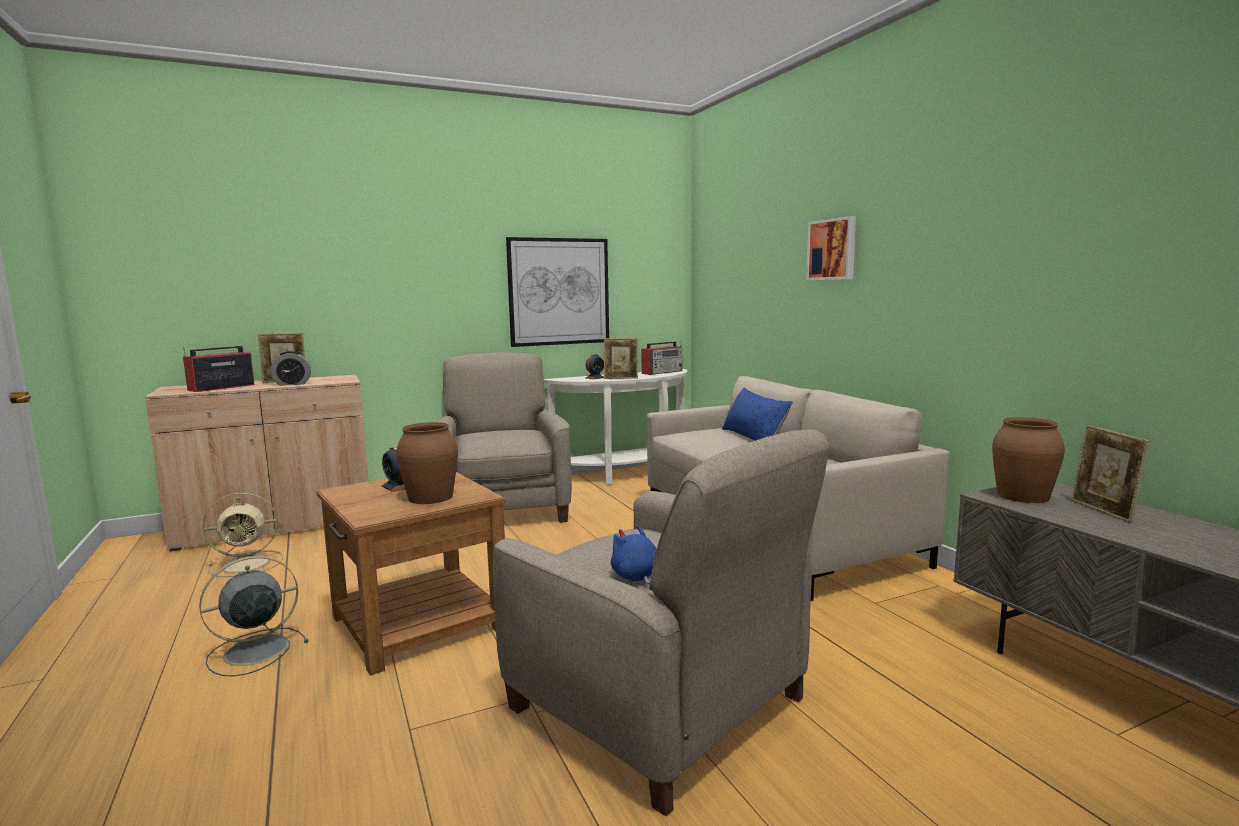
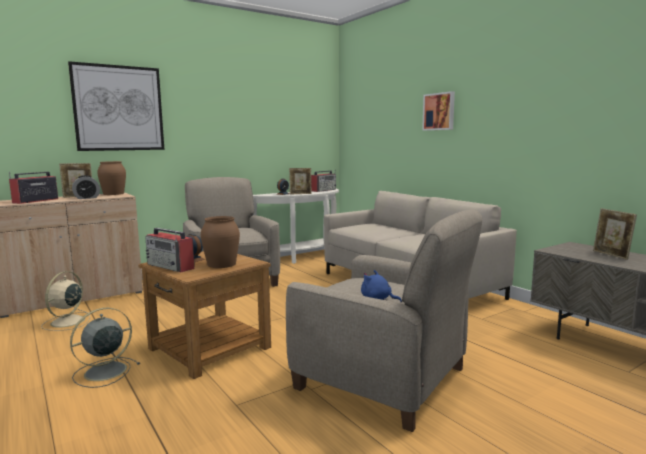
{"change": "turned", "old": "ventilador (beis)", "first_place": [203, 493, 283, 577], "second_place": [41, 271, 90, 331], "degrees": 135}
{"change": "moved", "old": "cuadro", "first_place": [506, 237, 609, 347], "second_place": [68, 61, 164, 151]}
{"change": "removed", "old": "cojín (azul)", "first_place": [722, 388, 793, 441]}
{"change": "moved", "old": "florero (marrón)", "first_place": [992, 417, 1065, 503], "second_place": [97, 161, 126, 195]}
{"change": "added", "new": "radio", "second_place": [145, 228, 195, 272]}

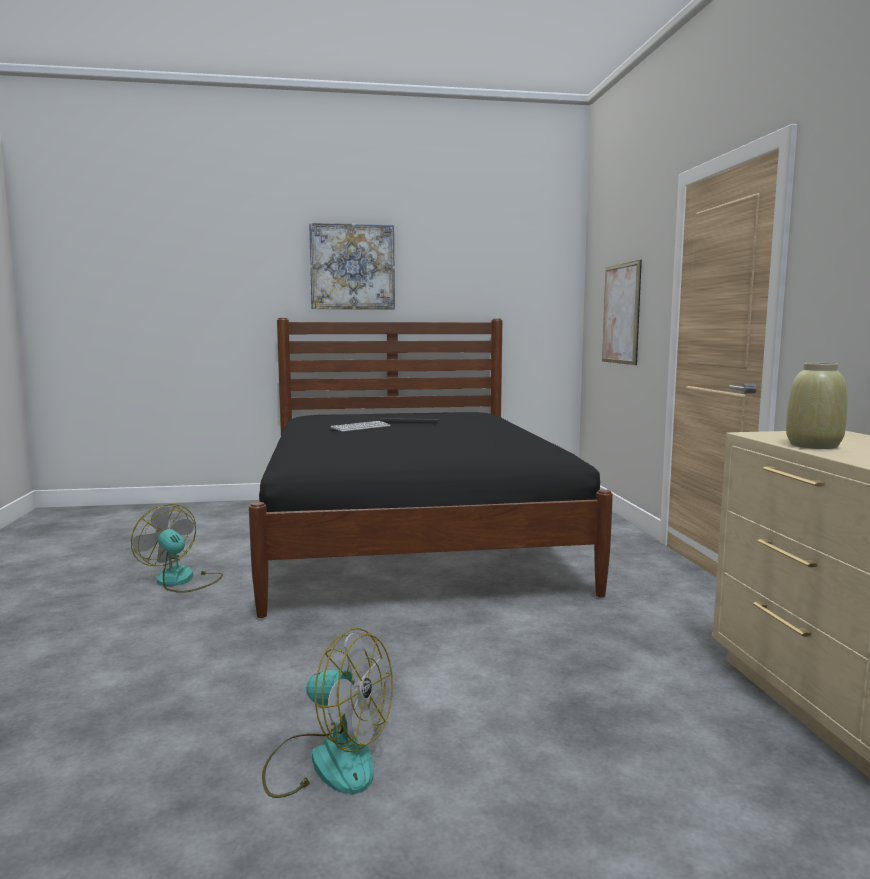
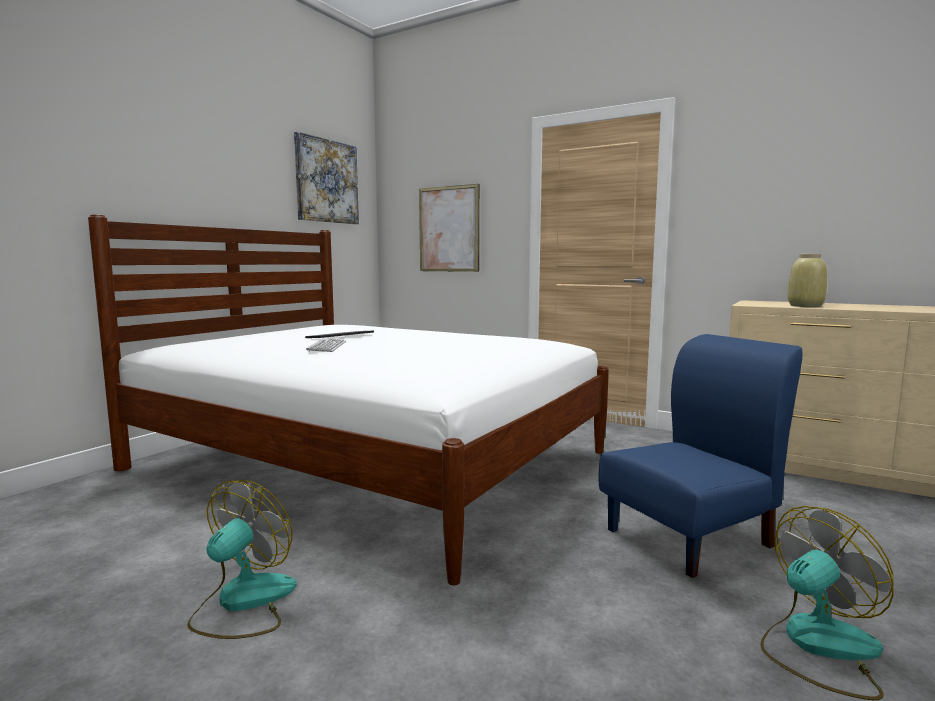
{"change": "turned", "old": "ventilador", "first_place": [131, 504, 223, 593], "second_place": [187, 480, 297, 639], "degrees": 120}
{"change": "recoloured", "old": "cama (negro)", "new": "cama (blanco)", "first_place": [249, 318, 613, 618], "second_place": [88, 214, 609, 585]}
{"change": "moved", "old": "cuadro", "first_place": [309, 223, 395, 310], "second_place": [294, 132, 359, 224]}
{"change": "added", "new": "silla (azul)", "second_place": [598, 334, 803, 578]}

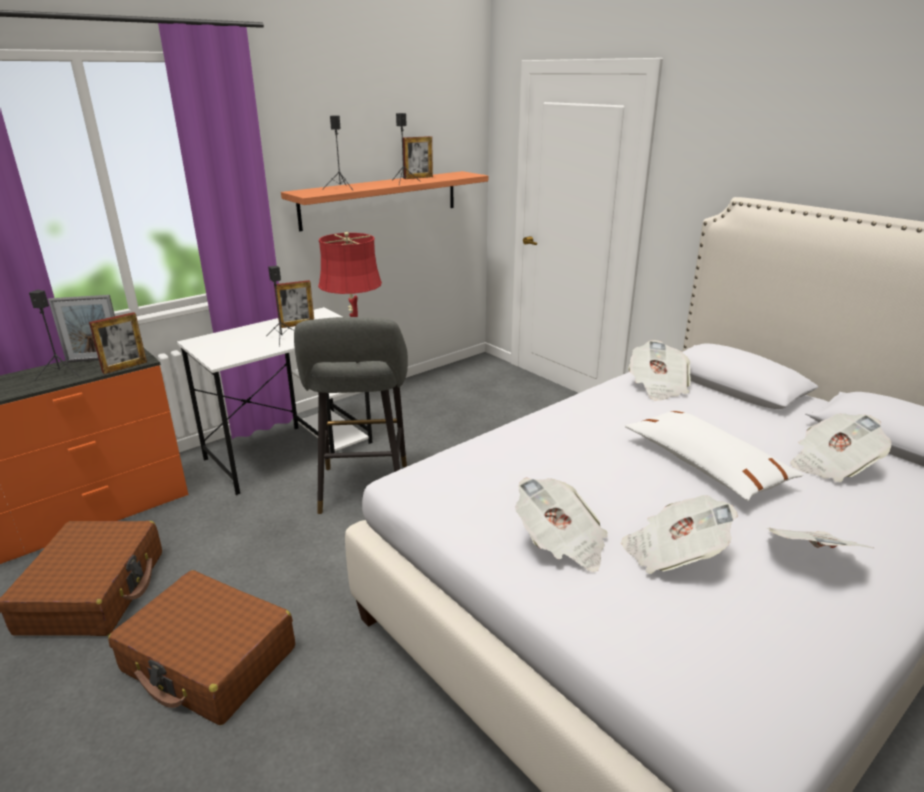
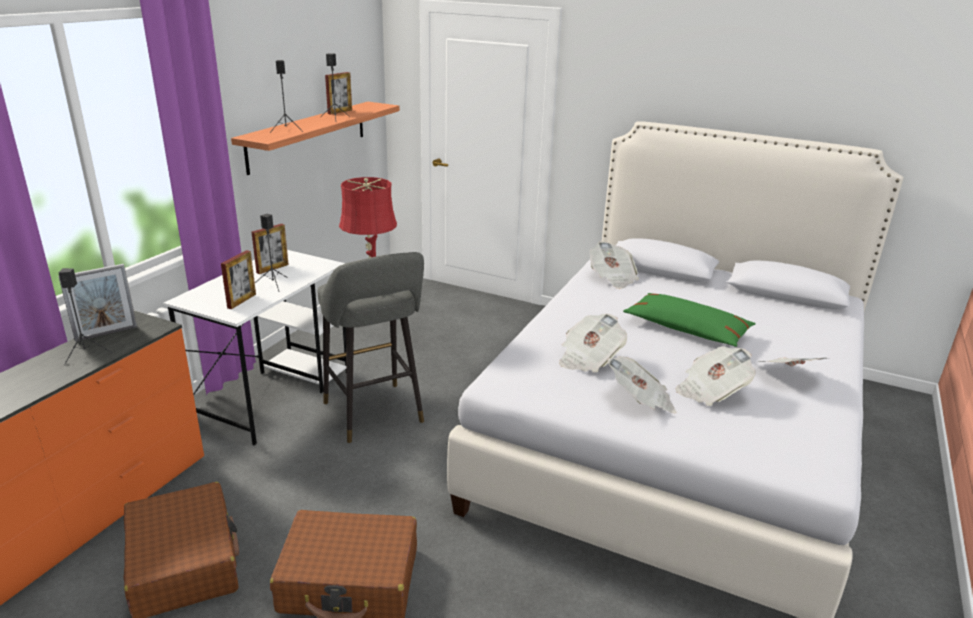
{"change": "moved", "old": "portarretratos", "first_place": [89, 312, 147, 374], "second_place": [221, 250, 256, 309]}
{"change": "recoloured", "old": "cojín (blanco)", "new": "cojín (verde)", "first_place": [625, 410, 804, 501], "second_place": [623, 293, 756, 347]}
{"change": "moved", "old": "periódico", "first_place": [791, 413, 891, 482], "second_place": [559, 314, 627, 373]}

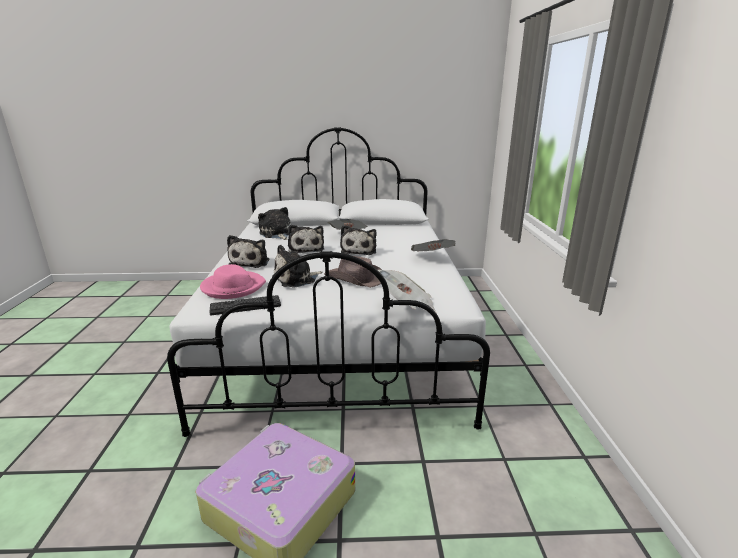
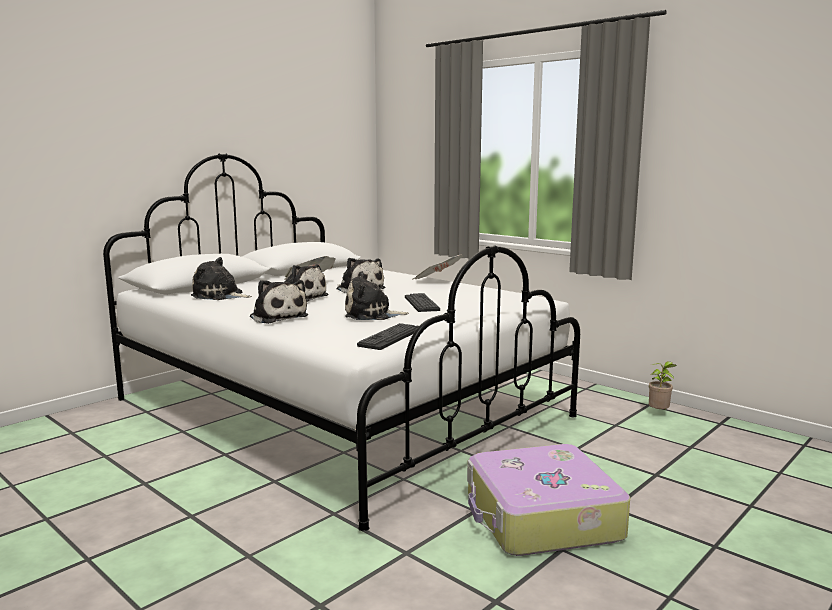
{"change": "removed", "old": "sombrero (rosa)", "first_place": [200, 264, 266, 299]}
{"change": "turned", "old": "peluche", "first_place": [272, 245, 322, 288], "second_place": [345, 271, 409, 320], "degrees": 75}
{"change": "replaced", "old": "sombrero (marrón)", "new": "teclado", "first_place": [324, 256, 382, 288], "second_place": [405, 293, 440, 312]}
{"change": "removed", "old": "periódico", "first_place": [378, 270, 436, 312]}
{"change": "added", "new": "planta en maceta", "second_place": [649, 361, 676, 410]}

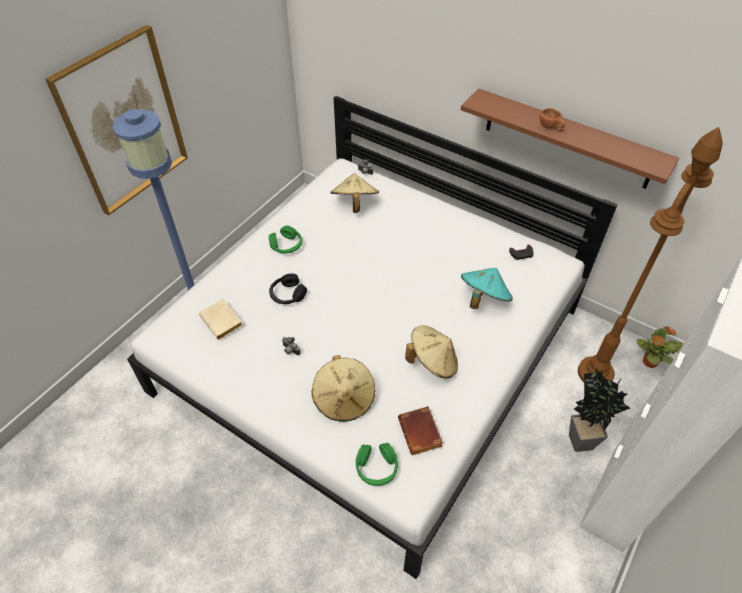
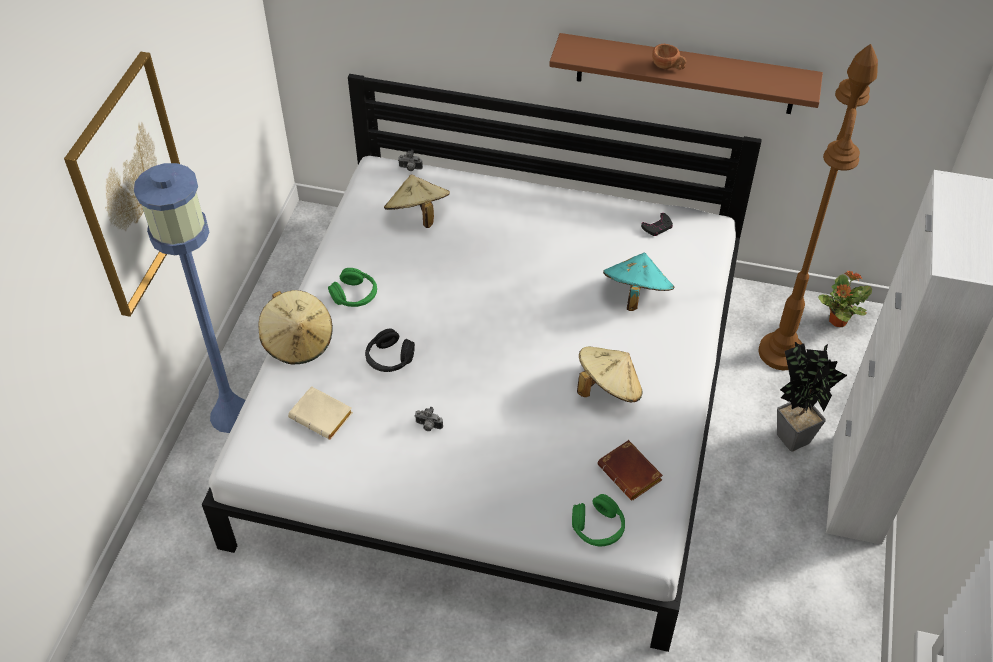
{"change": "moved", "old": "sombrero (beis)", "first_place": [312, 355, 375, 422], "second_place": [259, 290, 333, 364]}

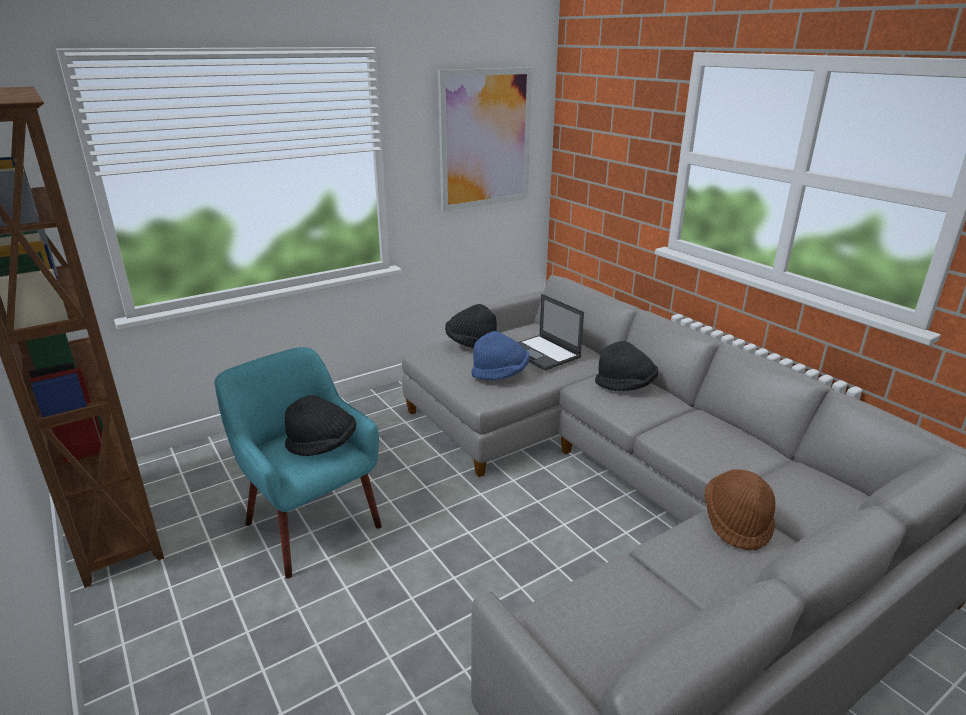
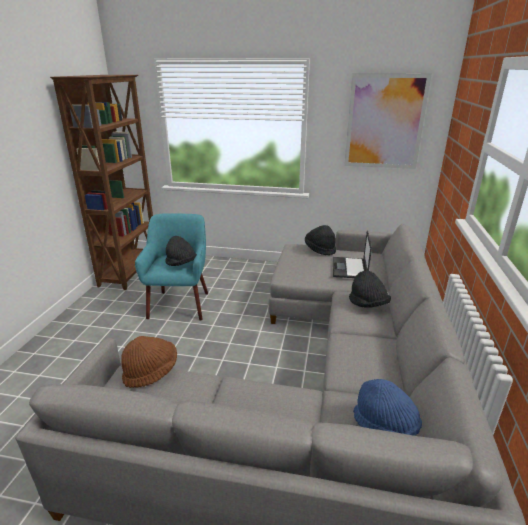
{"change": "moved", "old": "sombrero (azul)", "first_place": [471, 331, 530, 380], "second_place": [353, 379, 422, 436]}
{"change": "moved", "old": "sombrero (marrón)", "first_place": [704, 470, 776, 551], "second_place": [121, 336, 177, 388]}

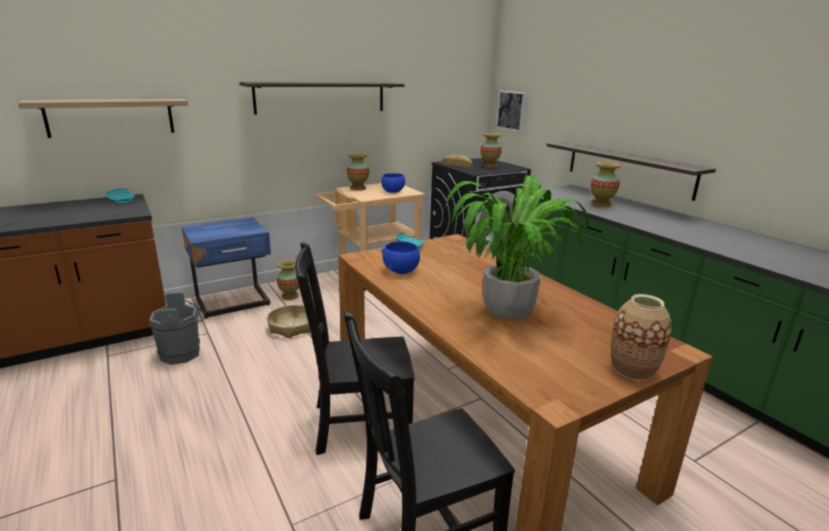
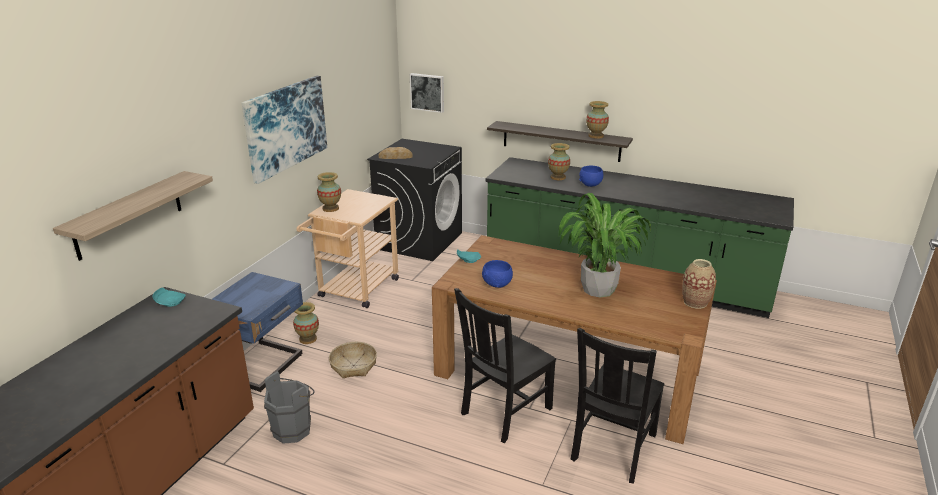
{"change": "replaced", "old": "estante", "new": "cuadro", "first_place": [239, 82, 404, 114], "second_place": [242, 76, 327, 184]}
{"change": "moved", "old": "cuenco (azul)", "first_place": [381, 173, 405, 193], "second_place": [579, 166, 603, 187]}
{"change": "moved", "old": "florero", "first_place": [480, 133, 502, 168], "second_place": [586, 101, 609, 139]}

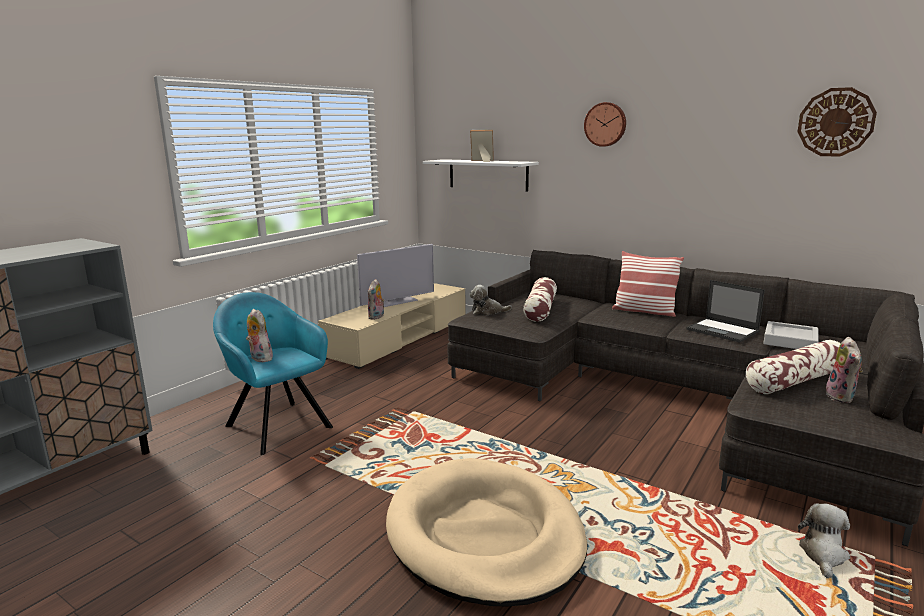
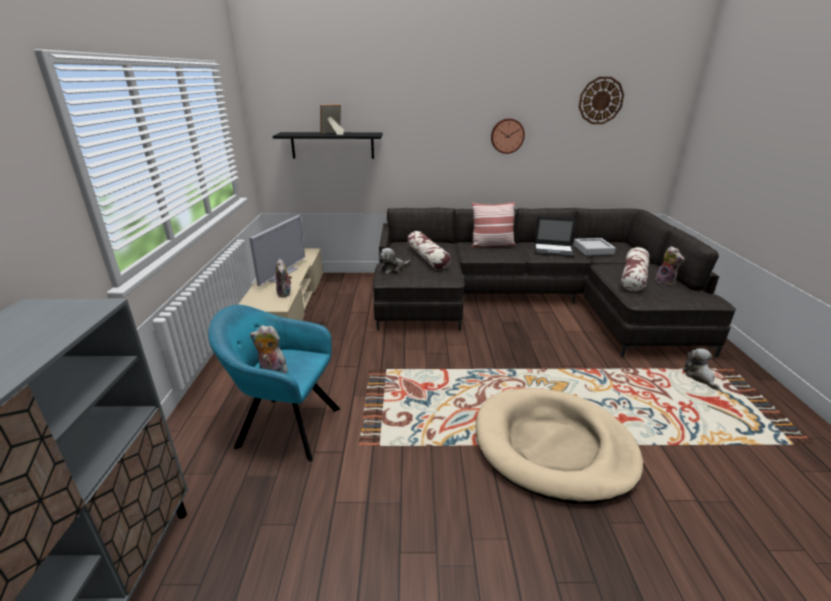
{"change": "recoloured", "old": "estante (blanco)", "new": "estante (negro)", "first_place": [423, 159, 539, 192], "second_place": [273, 132, 383, 159]}
{"change": "moved", "old": "reloj de pared", "first_place": [584, 102, 626, 147], "second_place": [491, 118, 525, 154]}

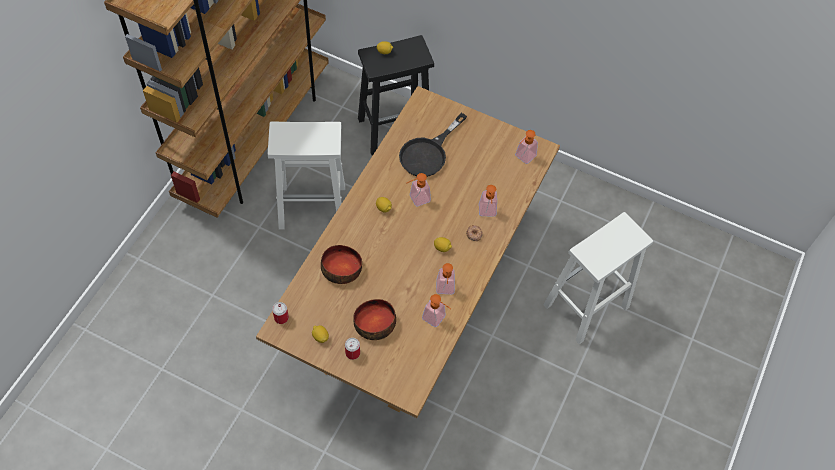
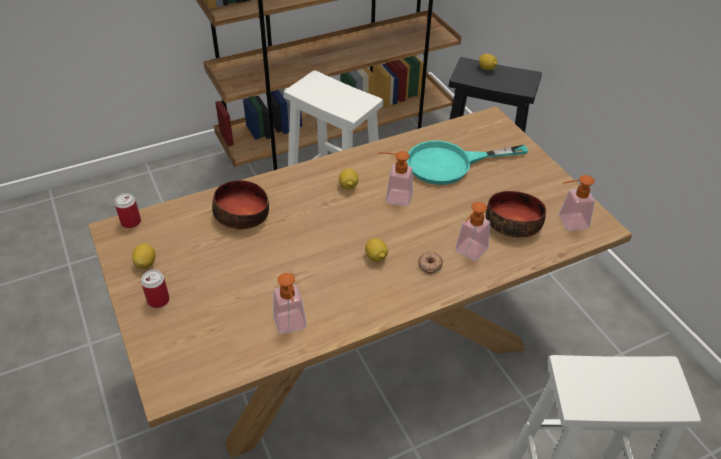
{"change": "moved", "old": "cuenco", "first_place": [353, 299, 396, 340], "second_place": [486, 191, 546, 238]}
{"change": "recoloured", "old": "sartén (negro)", "new": "sartén (turquesa)", "first_place": [399, 113, 467, 177], "second_place": [407, 141, 528, 185]}
{"change": "removed", "old": "dispensador de jabón", "first_place": [436, 263, 455, 294]}

